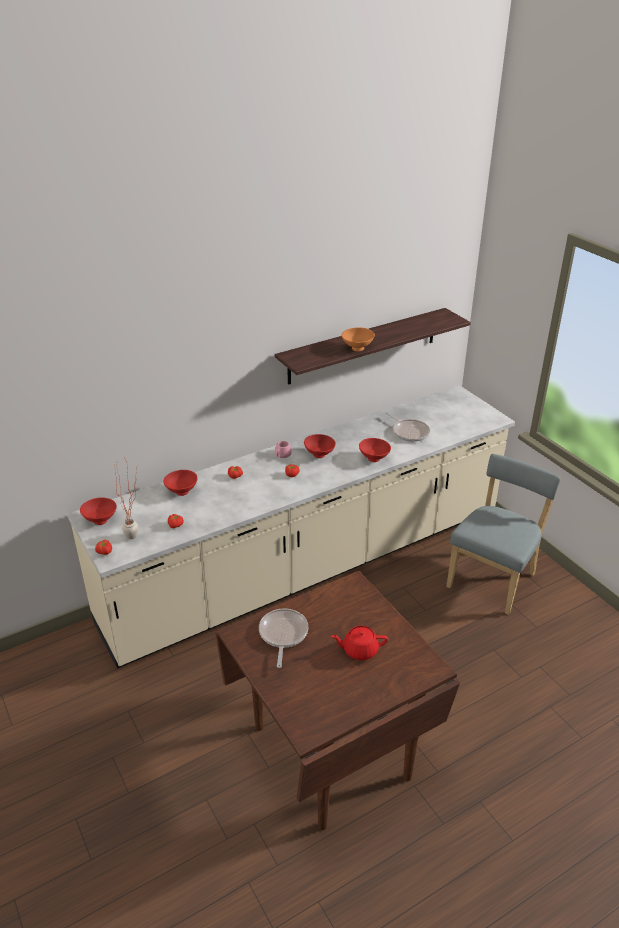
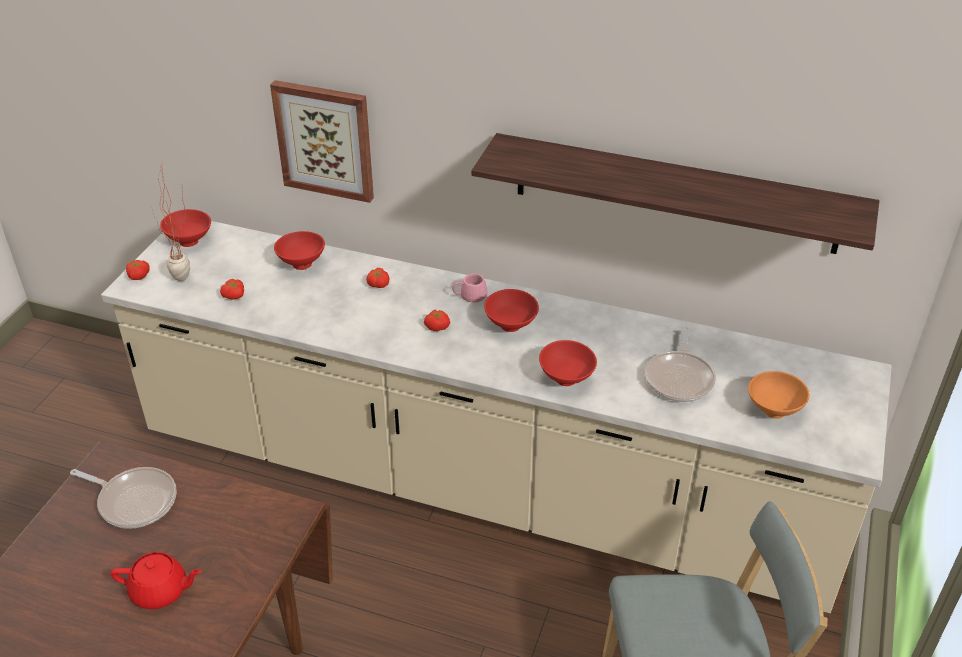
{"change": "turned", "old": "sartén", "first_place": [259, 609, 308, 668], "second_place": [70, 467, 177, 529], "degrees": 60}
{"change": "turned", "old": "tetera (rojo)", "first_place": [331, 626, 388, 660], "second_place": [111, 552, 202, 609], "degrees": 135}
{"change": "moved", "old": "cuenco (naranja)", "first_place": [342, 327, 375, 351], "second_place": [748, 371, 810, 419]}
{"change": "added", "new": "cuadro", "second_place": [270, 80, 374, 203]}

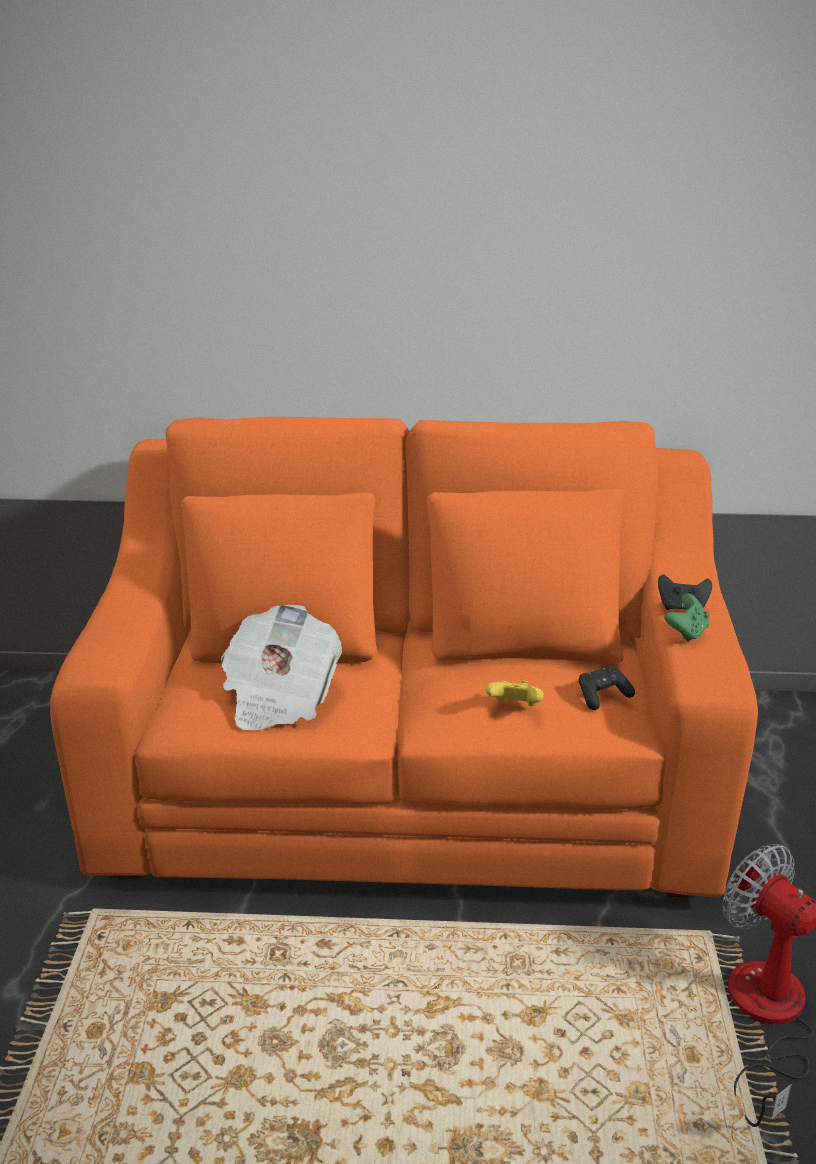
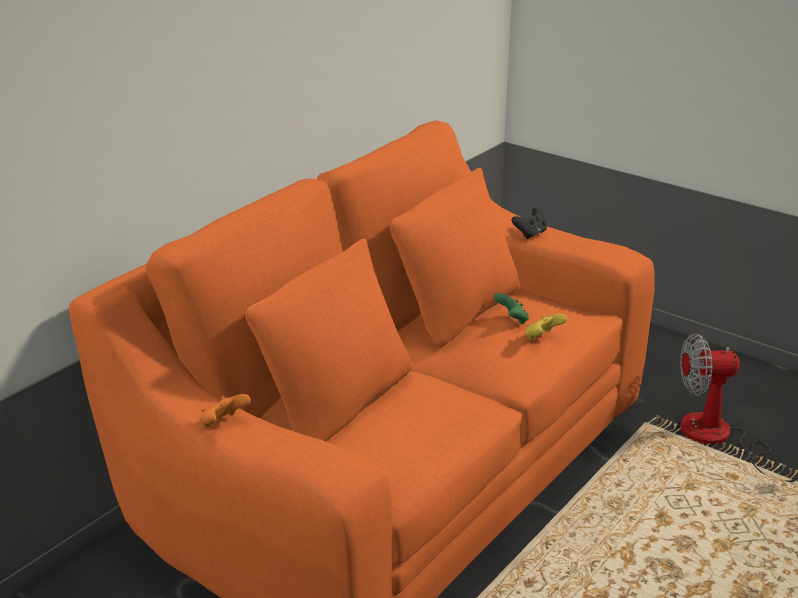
{"change": "removed", "old": "periódico", "first_place": [221, 605, 342, 730]}
{"change": "removed", "old": "mando de consola (negro)", "first_place": [579, 665, 635, 710]}
{"change": "moved", "old": "mando de consola (verde)", "first_place": [664, 594, 710, 642], "second_place": [493, 293, 529, 324]}
{"change": "added", "new": "mando de consola (naranja)", "second_place": [200, 394, 251, 428]}

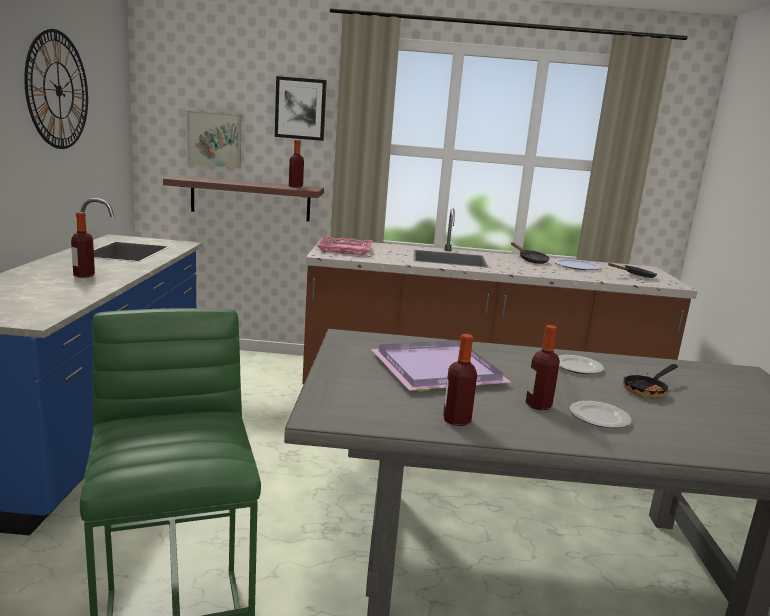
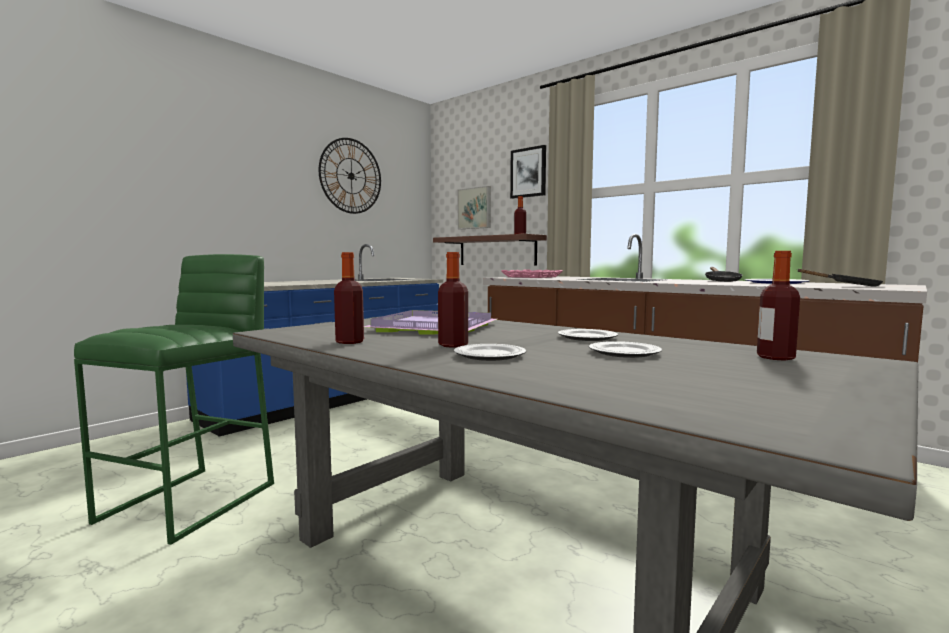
{"change": "moved", "old": "botella", "first_place": [71, 212, 95, 278], "second_place": [757, 251, 800, 361]}
{"change": "replaced", "old": "sartén", "new": "plato", "first_place": [623, 364, 678, 399], "second_place": [589, 341, 662, 358]}

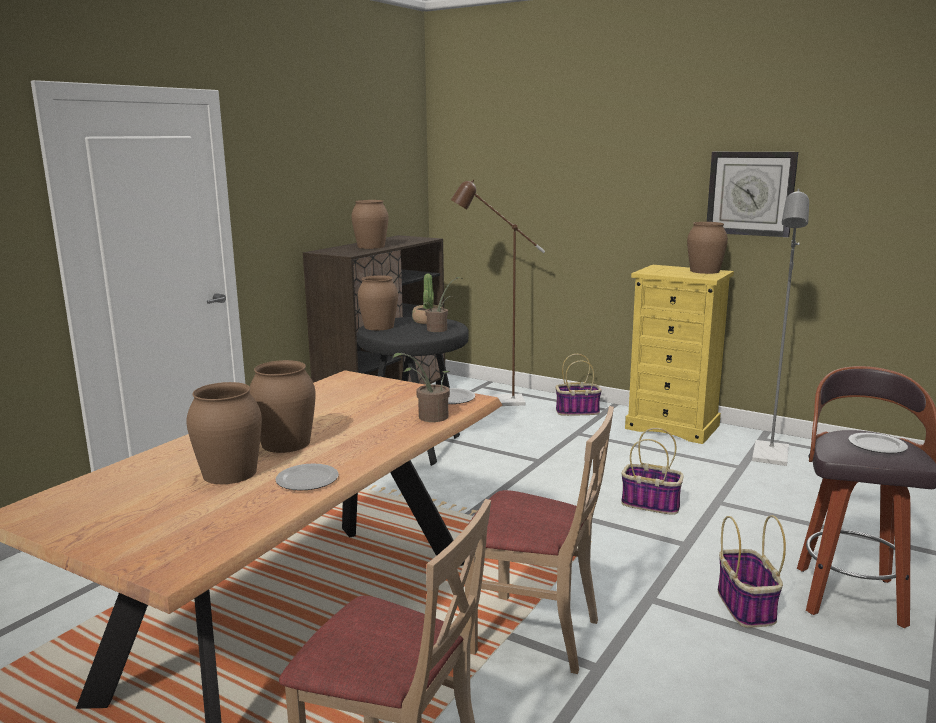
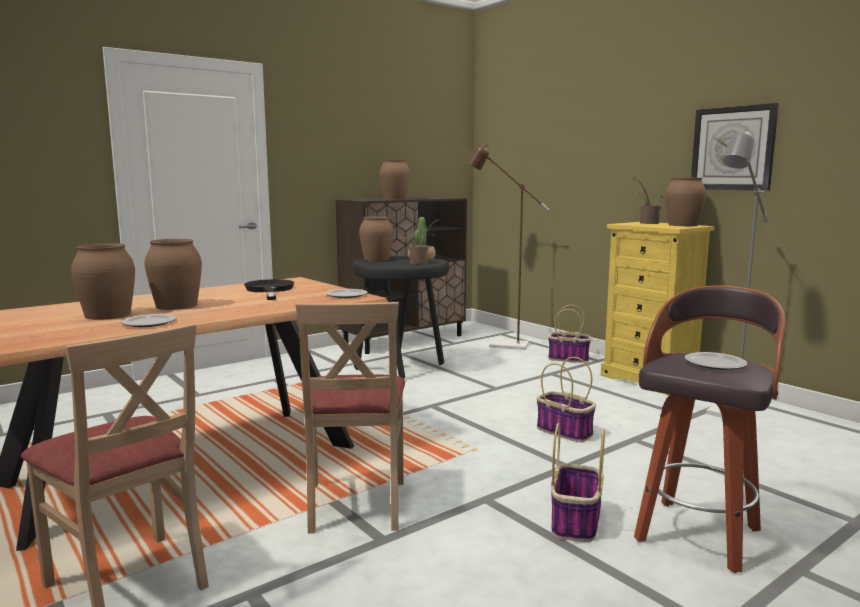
{"change": "moved", "old": "planta en maceta", "first_place": [392, 353, 450, 422], "second_place": [628, 178, 663, 224]}
{"change": "turned", "old": "silla (beis)", "first_place": [465, 406, 614, 674], "second_place": [296, 302, 405, 534], "degrees": 45}
{"change": "added", "new": "sartén (negro)", "second_place": [244, 279, 294, 300]}

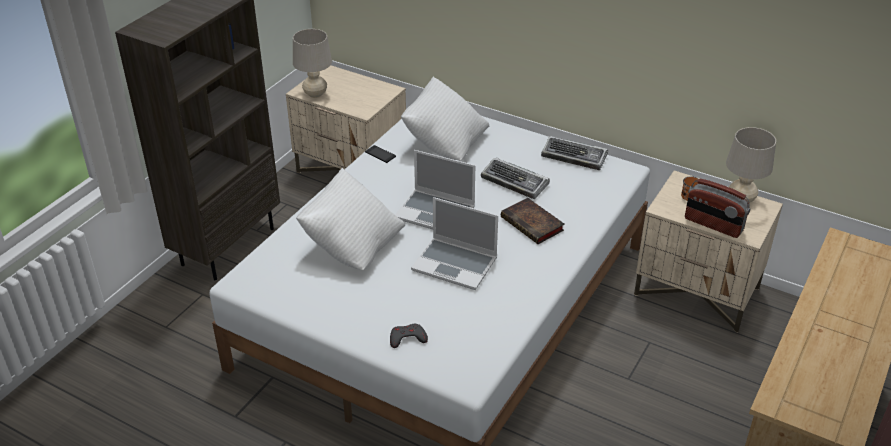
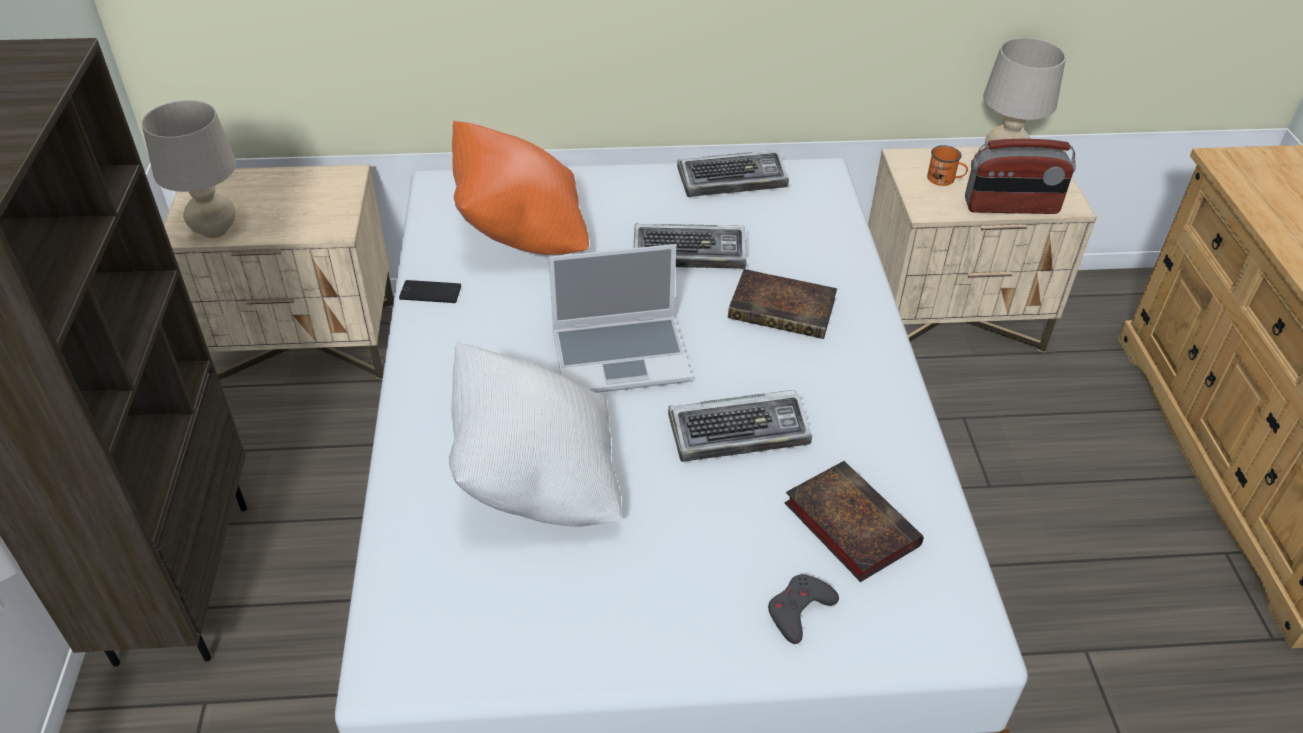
{"change": "recoloured", "old": "cojín (blanco)", "new": "cojín (naranja)", "first_place": [401, 76, 489, 161], "second_place": [452, 120, 589, 255]}
{"change": "replaced", "old": "portátil", "new": "teclado", "first_place": [411, 197, 498, 290], "second_place": [668, 390, 812, 462]}
{"change": "added", "new": "libro", "second_place": [785, 461, 924, 582]}

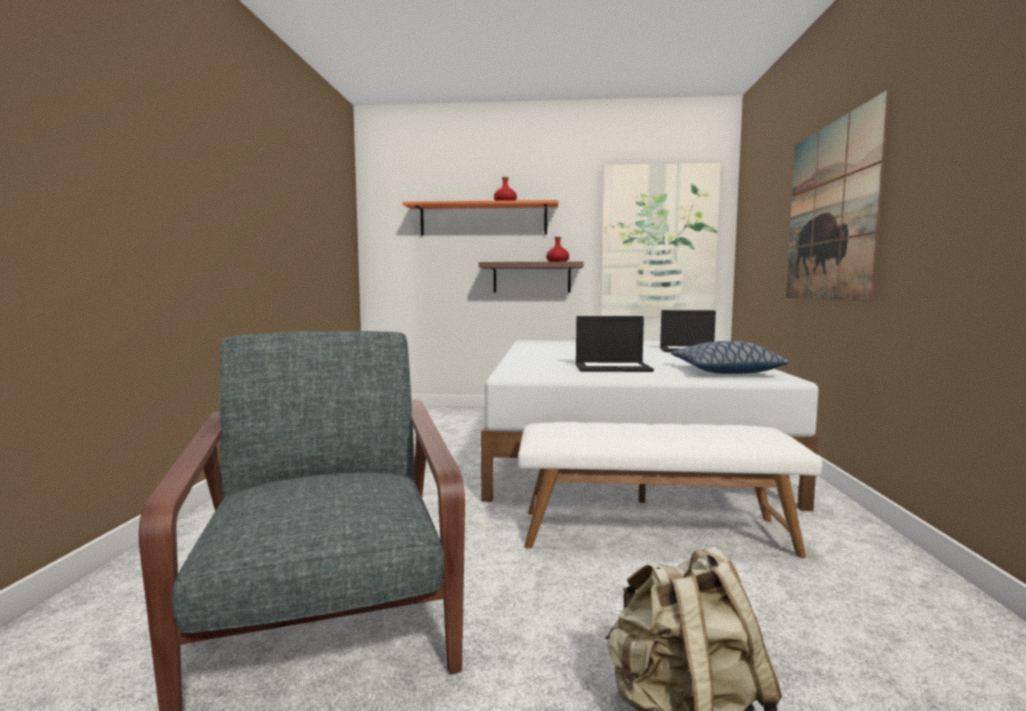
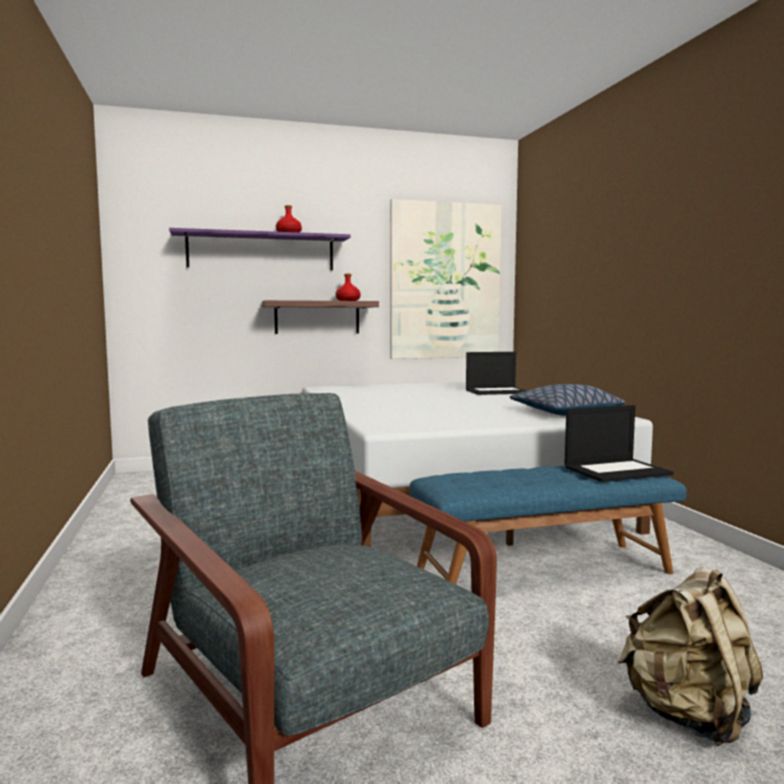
{"change": "recoloured", "old": "estante (naranja)", "new": "estante (morado)", "first_place": [403, 200, 558, 236], "second_place": [169, 228, 351, 270]}
{"change": "recoloured", "old": "banco (blanco)", "new": "banco (azul)", "first_place": [518, 422, 822, 558], "second_place": [409, 465, 687, 584]}
{"change": "moved", "old": "portátil", "first_place": [575, 316, 654, 372], "second_place": [564, 405, 674, 482]}
{"change": "removed", "old": "cuadro", "first_place": [786, 90, 890, 301]}

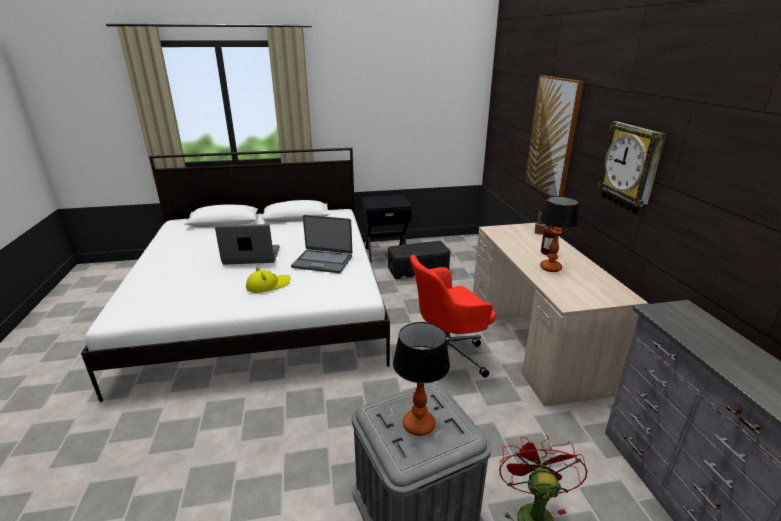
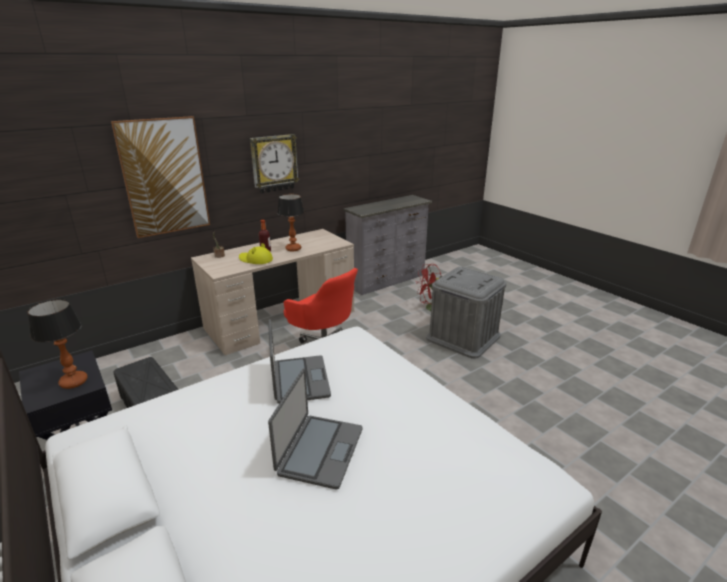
{"change": "turned", "old": "portátil", "first_place": [215, 224, 279, 265], "second_place": [268, 368, 362, 490], "degrees": -135}
{"change": "moved", "old": "sombrero (amarillo)", "first_place": [246, 266, 291, 293], "second_place": [239, 243, 273, 264]}
{"change": "moved", "old": "lámpara de mesa", "first_place": [393, 322, 450, 436], "second_place": [28, 299, 88, 389]}

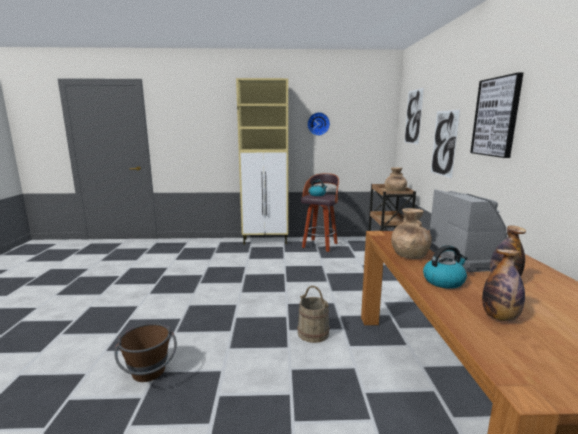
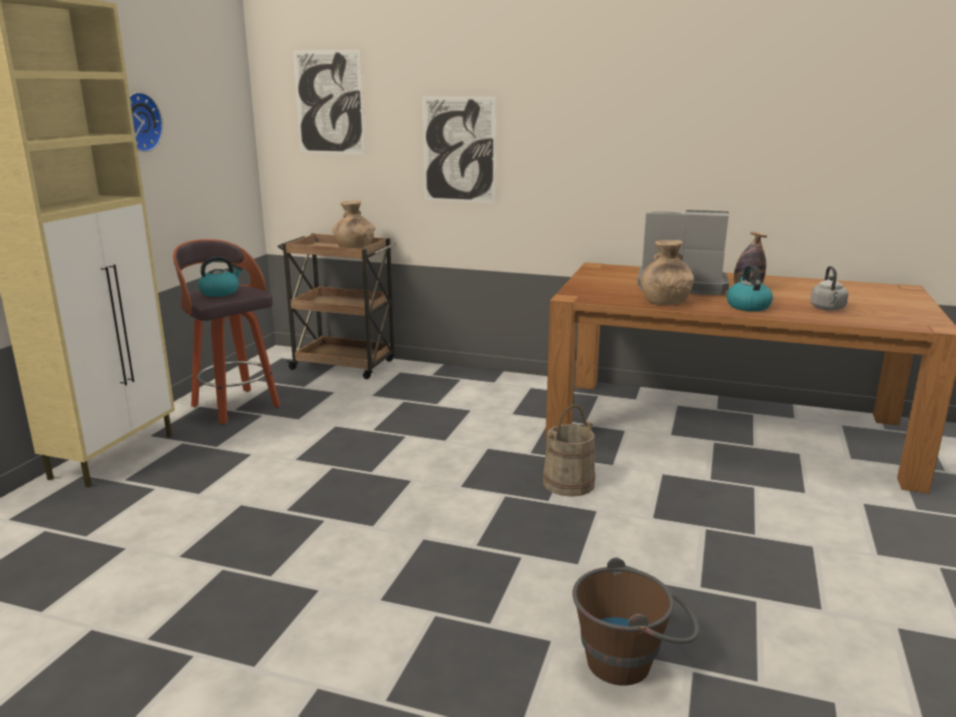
{"change": "removed", "old": "cuadro", "first_place": [470, 73, 523, 158]}
{"change": "replaced", "old": "botella", "new": "hervidor (gris)", "first_place": [482, 249, 525, 321], "second_place": [810, 266, 849, 310]}

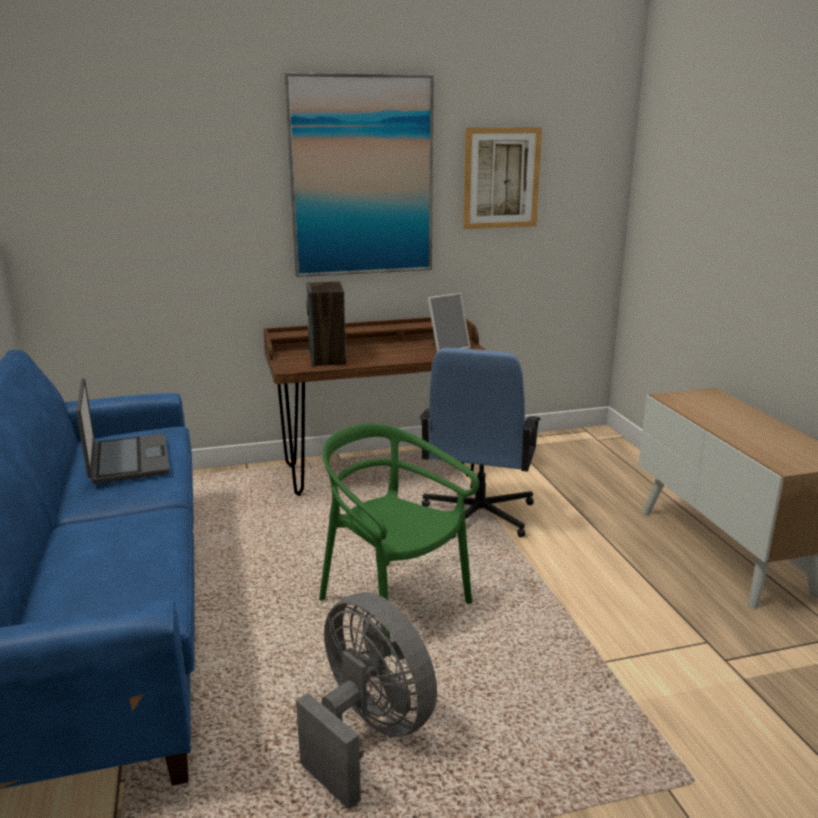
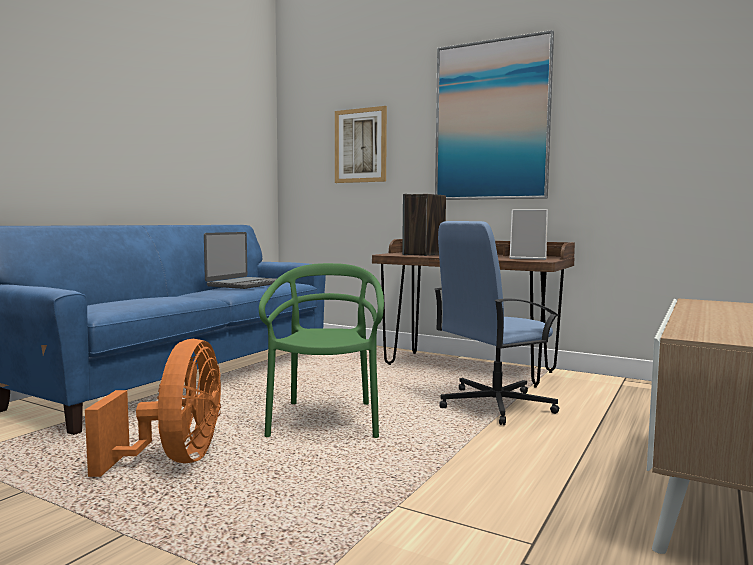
{"change": "recoloured", "old": "ventilador (gris)", "new": "ventilador (naranja)", "first_place": [296, 592, 437, 809], "second_place": [85, 339, 221, 477]}
{"change": "moved", "old": "cuadro", "first_place": [463, 127, 542, 229], "second_place": [335, 106, 387, 183]}

